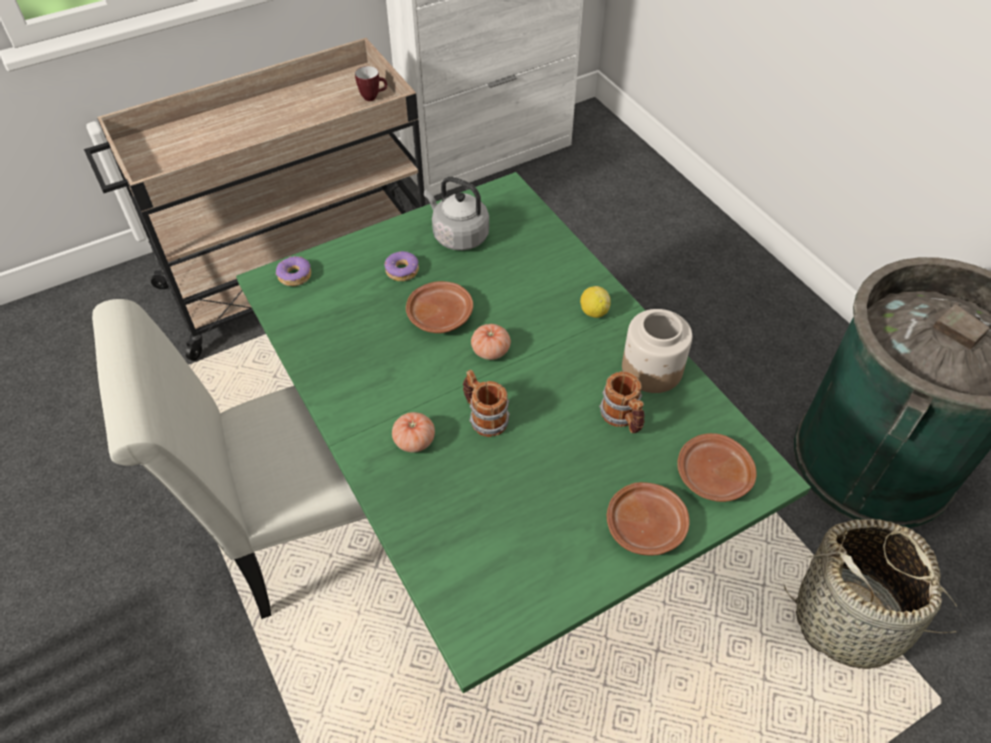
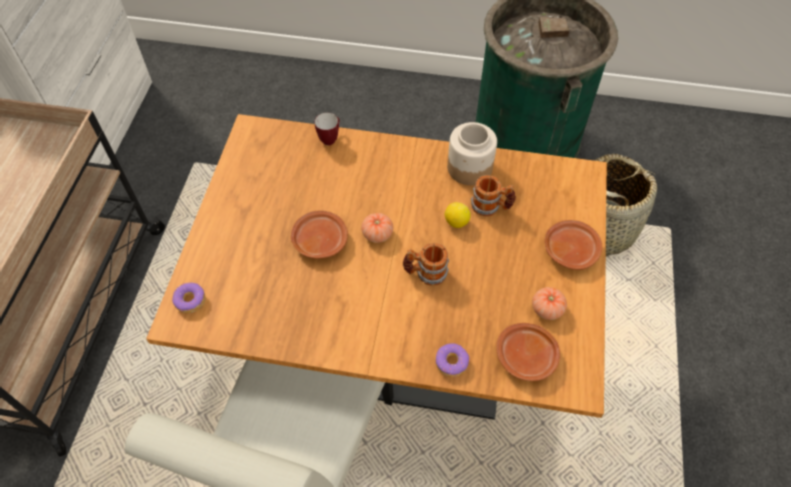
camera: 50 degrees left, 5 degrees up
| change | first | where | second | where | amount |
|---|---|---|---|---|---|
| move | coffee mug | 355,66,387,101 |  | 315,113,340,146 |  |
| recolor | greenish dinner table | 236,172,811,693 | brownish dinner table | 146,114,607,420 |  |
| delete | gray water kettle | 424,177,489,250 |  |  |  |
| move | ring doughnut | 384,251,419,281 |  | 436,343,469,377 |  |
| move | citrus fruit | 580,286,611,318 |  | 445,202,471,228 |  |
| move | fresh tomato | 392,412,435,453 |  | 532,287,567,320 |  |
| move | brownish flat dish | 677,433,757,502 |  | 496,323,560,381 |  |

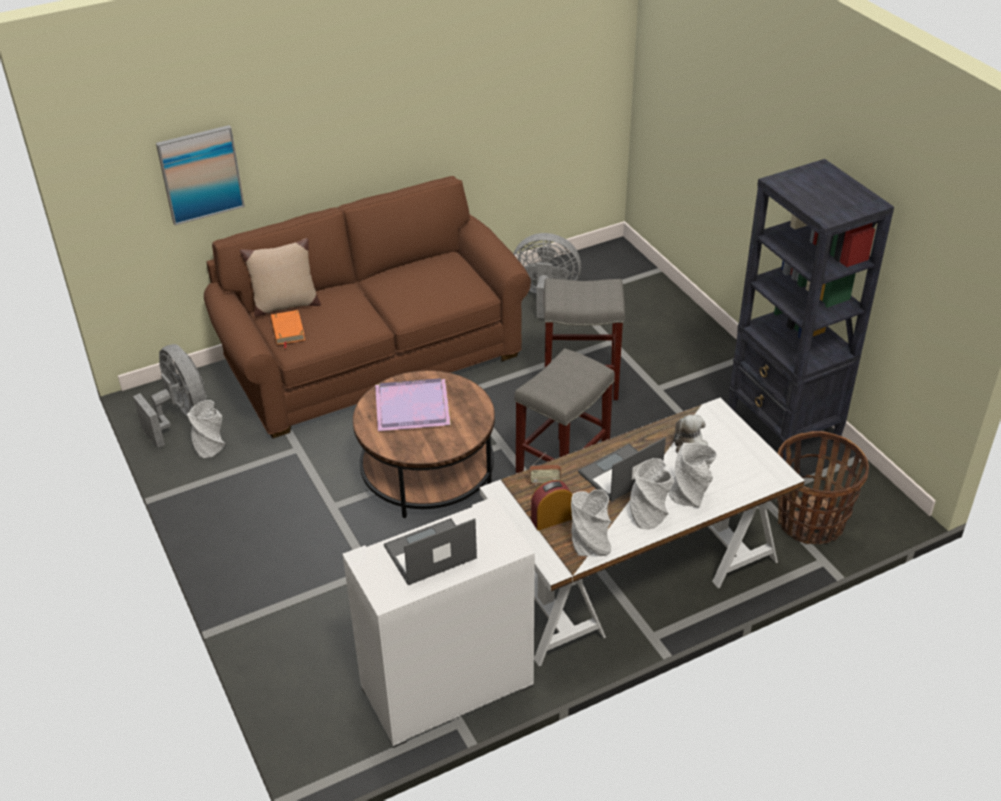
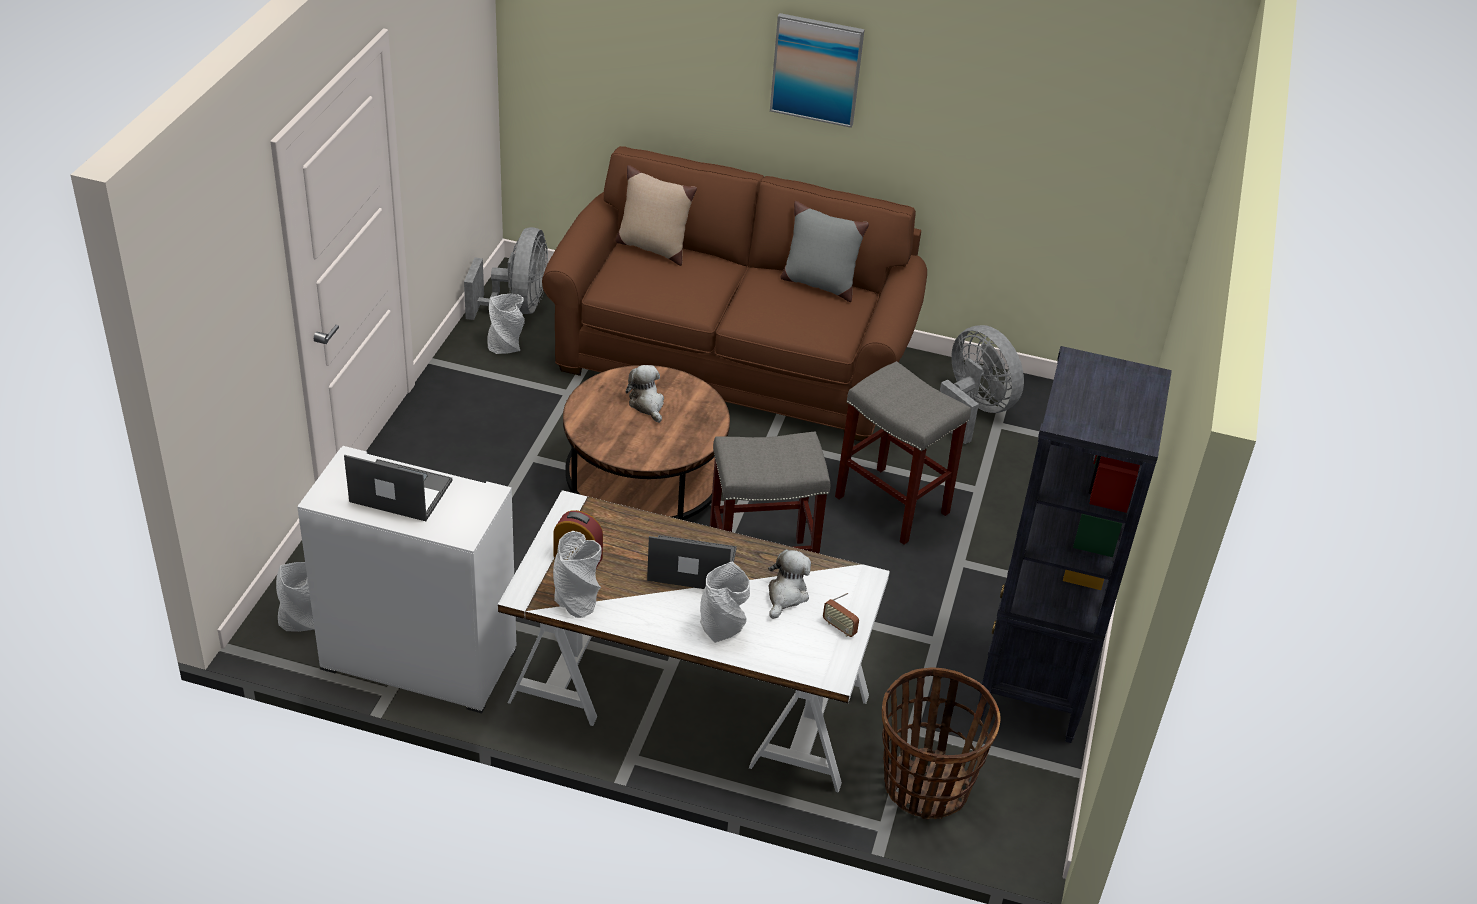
camera: 40 degrees right, 0 degrees up
| change | first | where | second | where | amount |
|---|---|---|---|---|---|
| move | wall picture | 156,125,245,225 |  | 770,13,865,128 |  |
| delete | orange book | 271,310,305,348 |  |  |  |
| replace | purple-coloured tray | 375,378,451,431 | plush toy | 626,365,664,423 |  |
| move | radio set | 529,452,561,485 |  | 823,593,859,637 |  |
| move | gray flower vase | 630,458,674,529 |  | 276,562,315,632 |  |
| insert |  |  | gray cushion | 781,201,869,302 |  |

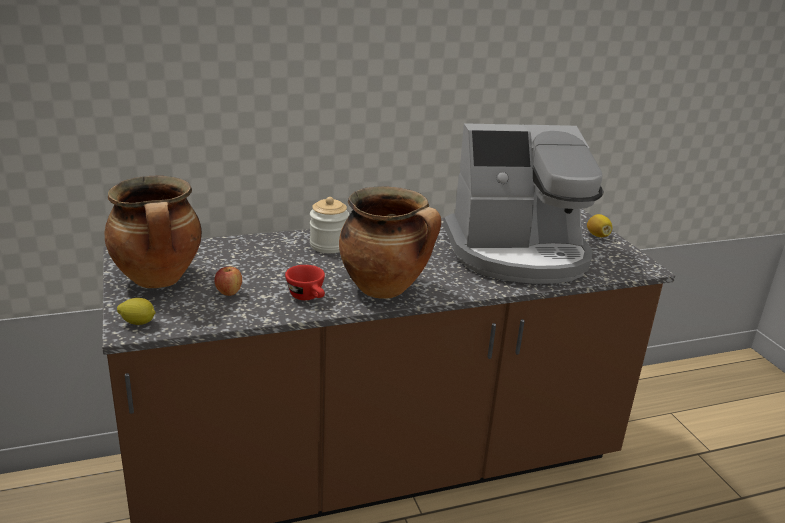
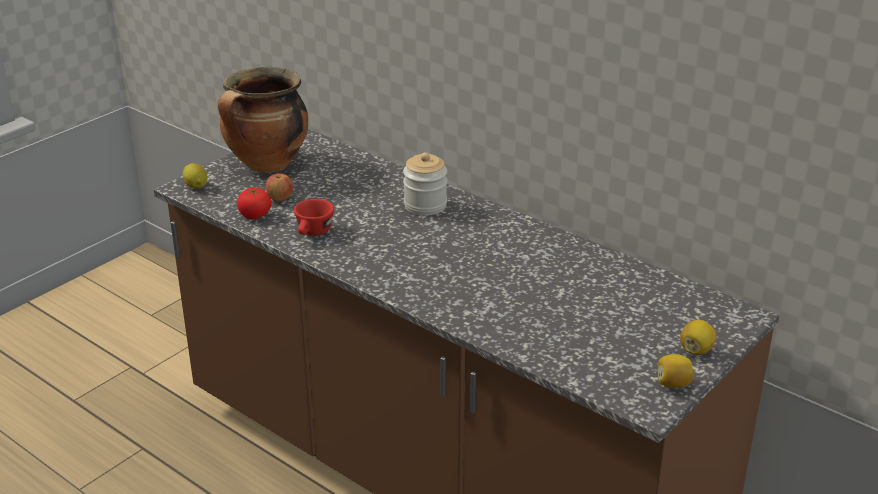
camera: 60 degrees right, 5 degrees up
| change | first | where | second | where | amount |
|---|---|---|---|---|---|
| delete | coffee maker | 444,123,604,284 |  |  |  |
| delete | cooking pot | 339,187,441,299 |  |  |  |
| insert |  |  | fresh tomato | 237,188,272,219 |  |
| insert |  |  | citrus fruit | 658,354,694,388 |  |

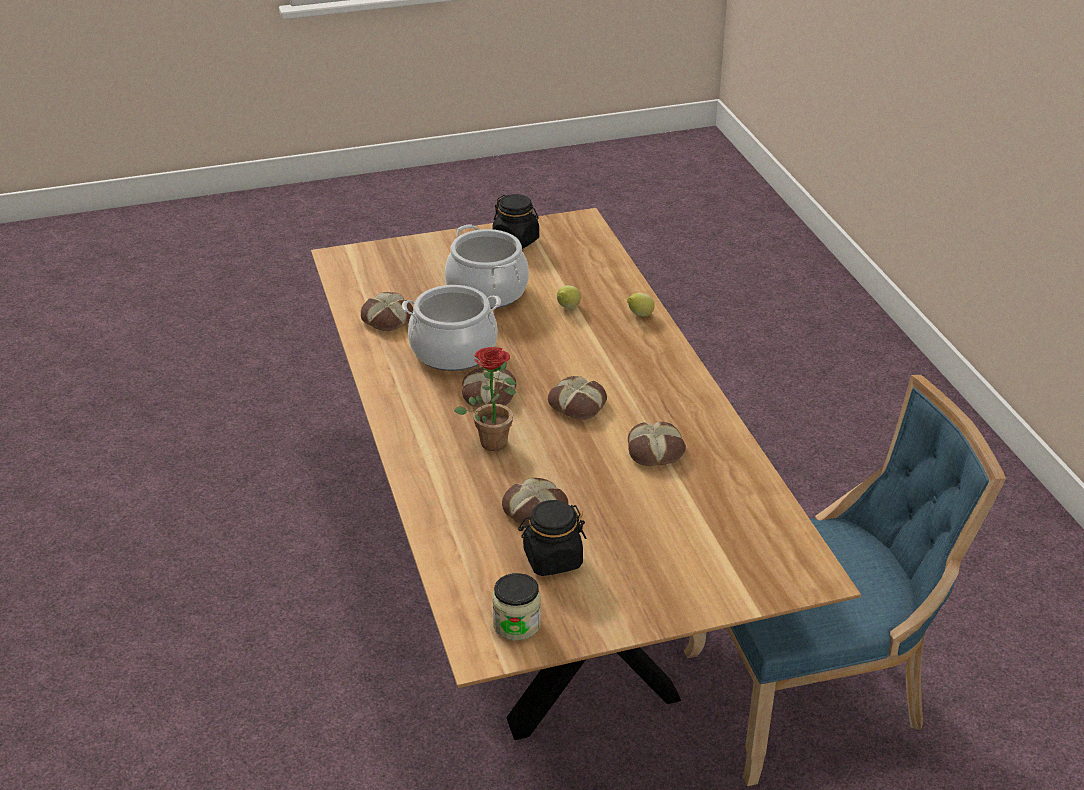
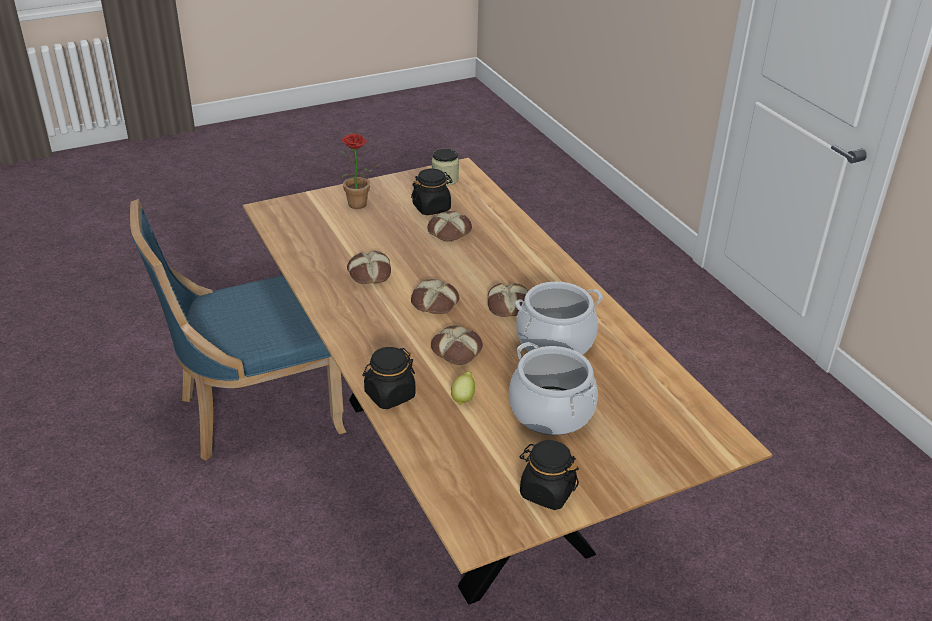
camera: 170 degrees right, 0 degrees up
| change | first | where | second | where | amount |
|---|---|---|---|---|---|
| move | bread | 361,292,413,331 |  | 431,325,483,365 |  |
| replace | citrus fruit | 627,293,654,316 | blackish preserve jar | 362,347,415,409 |  |
| move | houseplant | 454,347,516,451 |  | 341,133,380,209 |  |

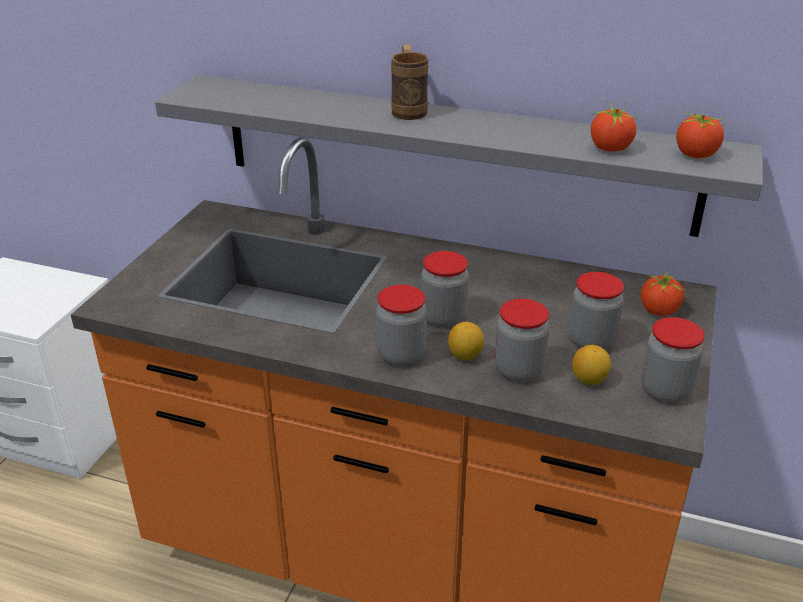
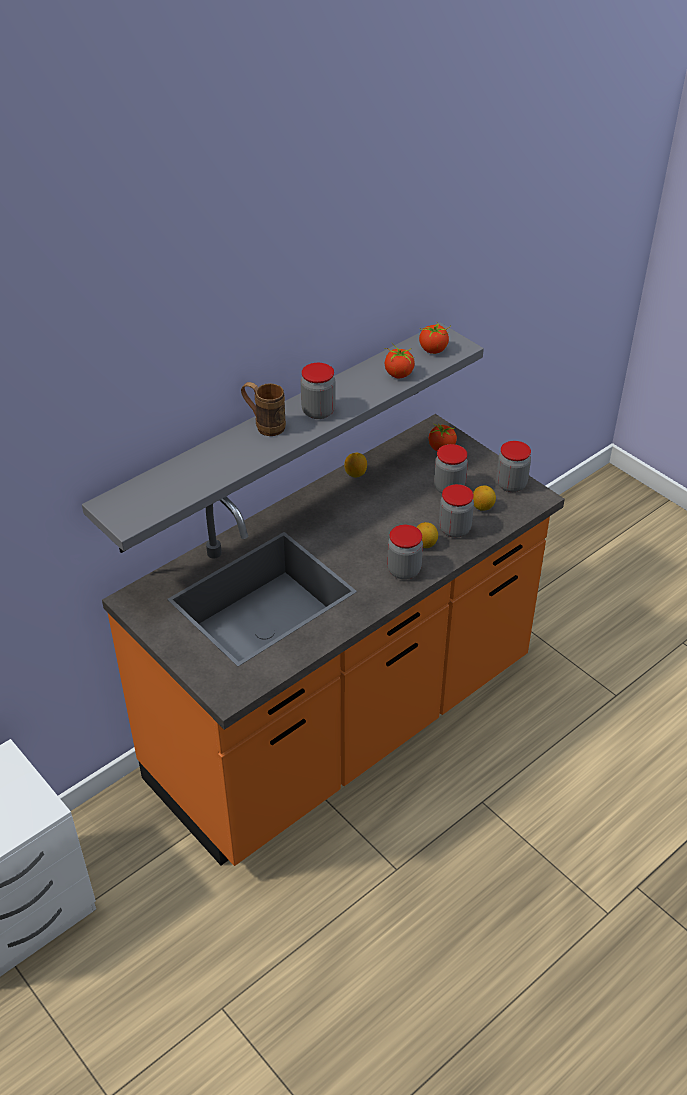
camera: 60 degrees left, 10 degrees up
| change | first | where | second | where | amount |
|---|---|---|---|---|---|
| move | preserve jar | 421,251,469,328 |  | 301,363,336,419 |  |
| insert |  |  | citrus fruit | 344,453,367,477 |  |

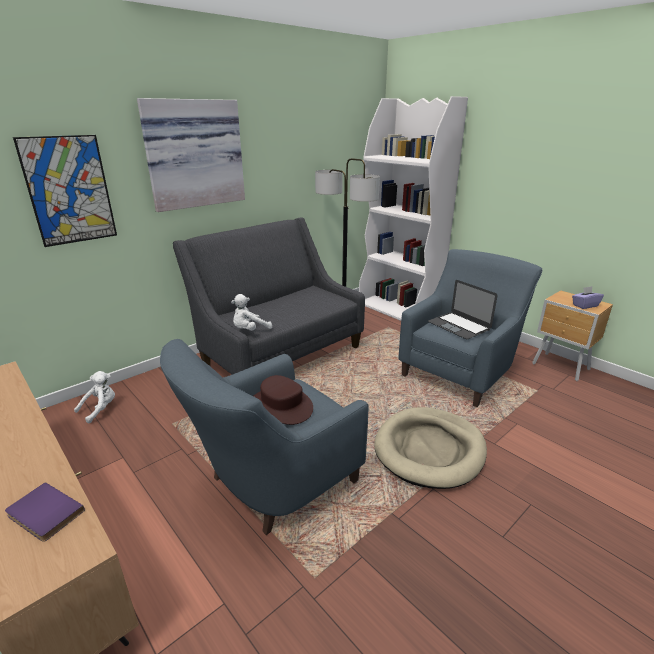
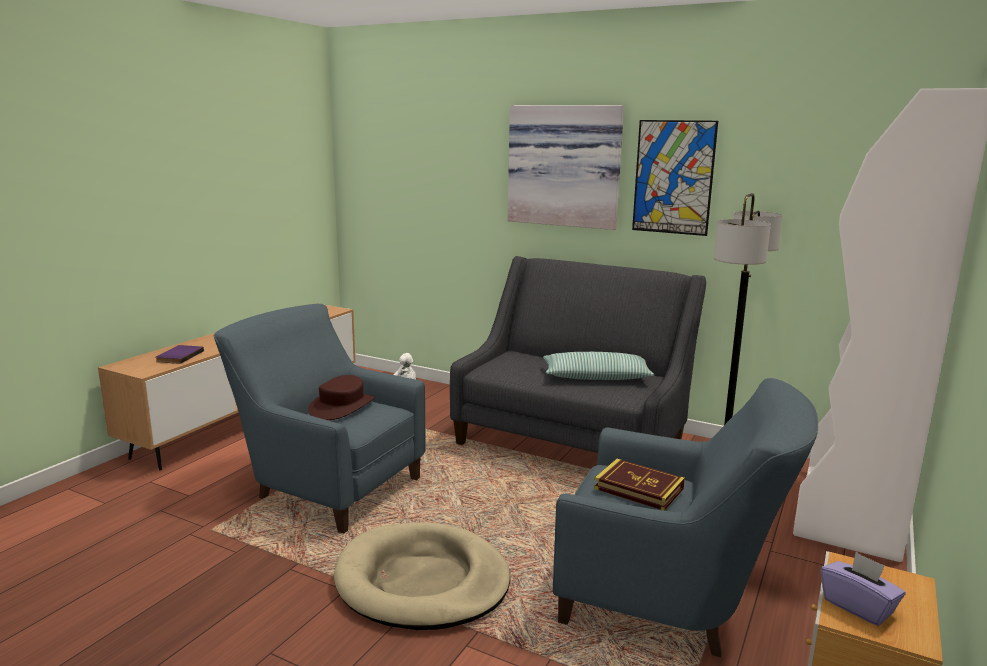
camera: 70 degrees right, 10 degrees down
| change | first | where | second | where | amount |
|---|---|---|---|---|---|
| move | wall picture | 13,135,117,247 |  | 632,120,718,236 |  |
| replace | laptop | 428,280,497,339 | book | 594,459,685,511 |  |
| delete | white-coloured plush toy | 231,294,272,331 |  |  |  |
| insert |  |  | cushion | 543,352,655,380 |  |

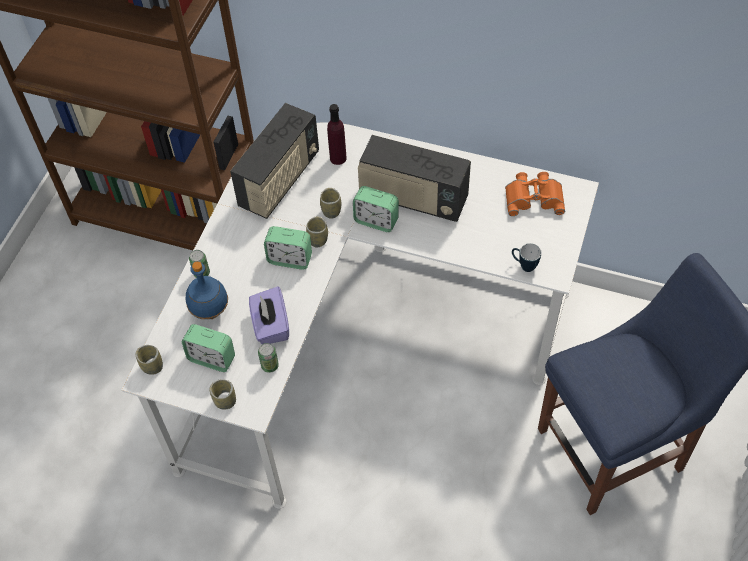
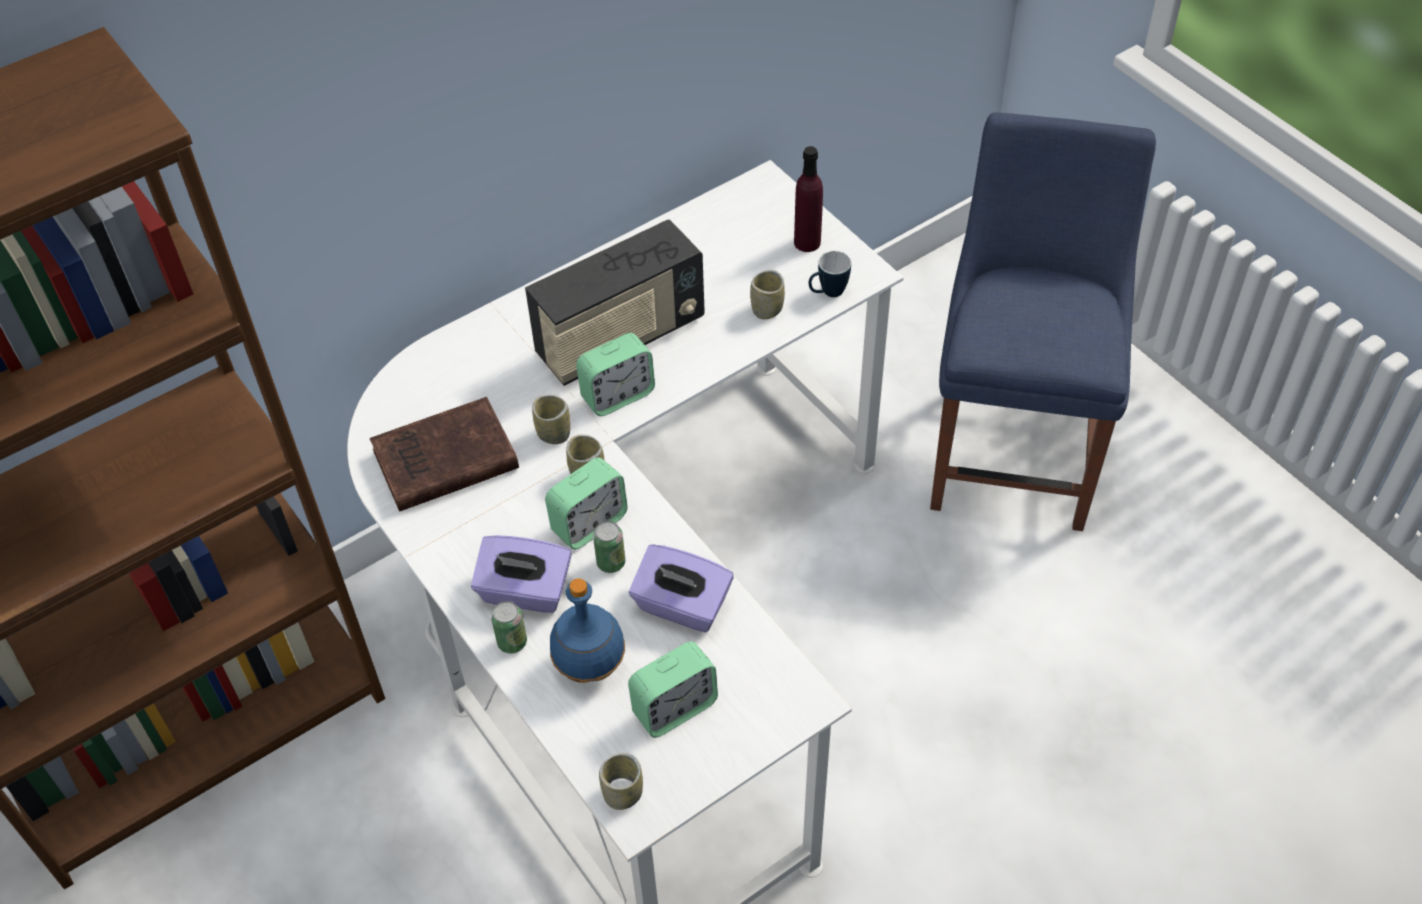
camera: 55 degrees left, 5 degrees down
| change | first | where | second | where | amount |
|---|---|---|---|---|---|
| replace | radio set | 230,103,319,219 | brownish book | 370,397,519,512 |  |
| move | purple-coloured drink bottle | 327,104,347,165 |  | 794,146,823,252 |  |
| delete | orange pair of binoculars | 505,172,565,216 |  |  |  |
| move | can | 258,343,279,373 |  | 593,521,625,573 |  |
| move | drinking cup | 210,379,236,409 |  | 750,270,785,319 |  |
| insert |  |  | purple-coloured box of tissues | 471,535,572,613 |  |

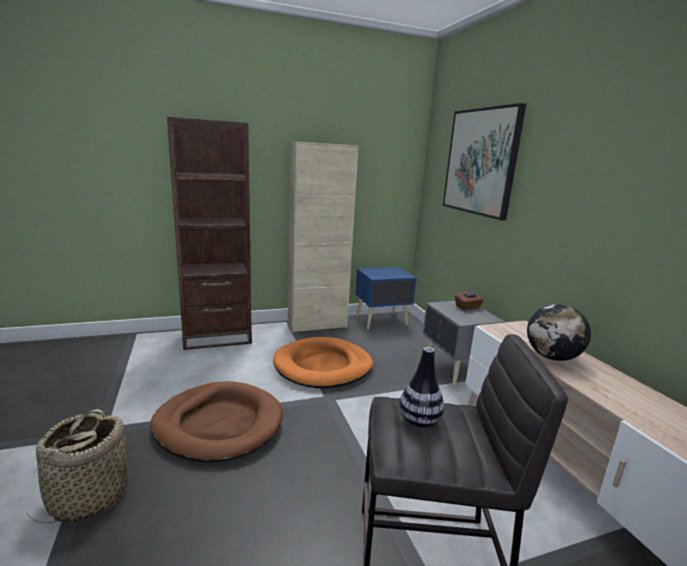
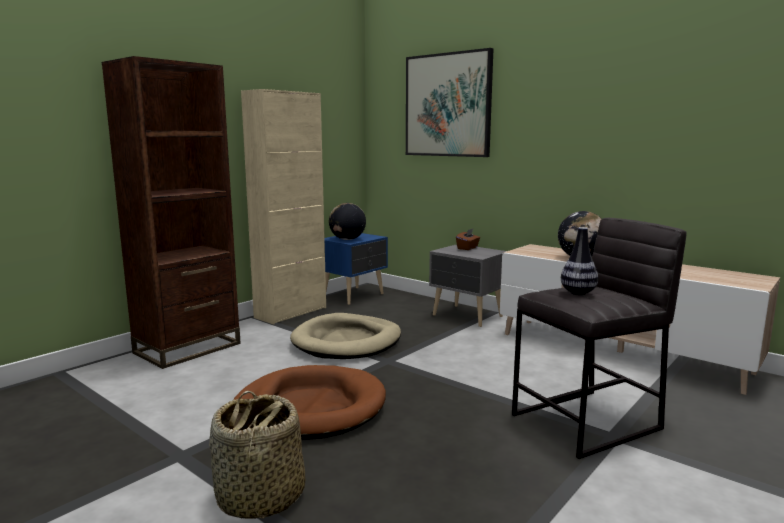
camera: 30 degrees left, 5 degrees down
| change | first | where | second | where | amount |
|---|---|---|---|---|---|
| recolor | orange dog bed | 273,337,373,388 | beige dog bed | 290,313,401,359 |  |
| insert |  |  | world globe | 329,203,366,240 |  |

